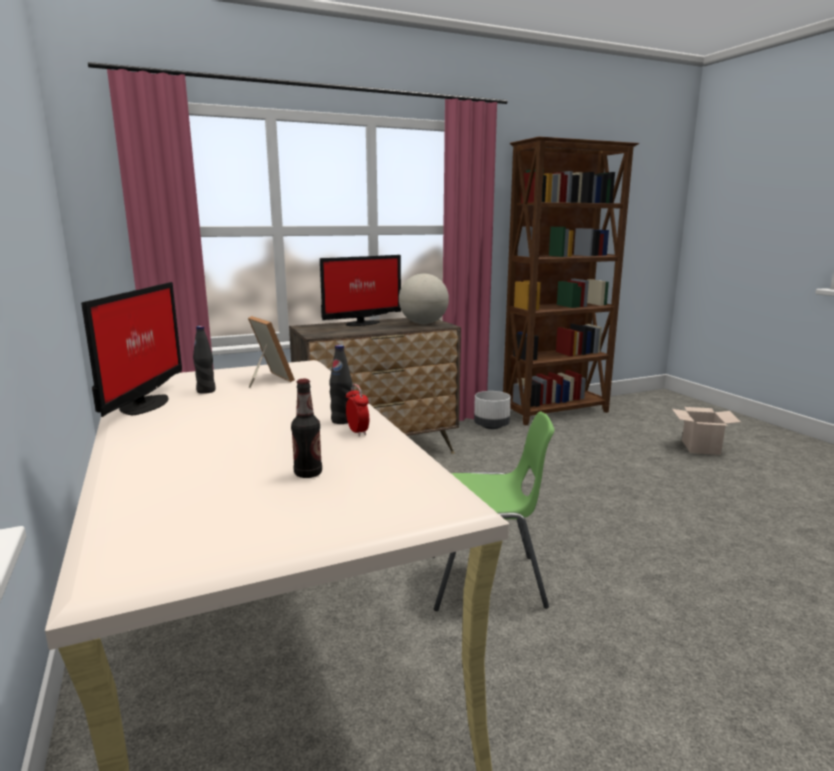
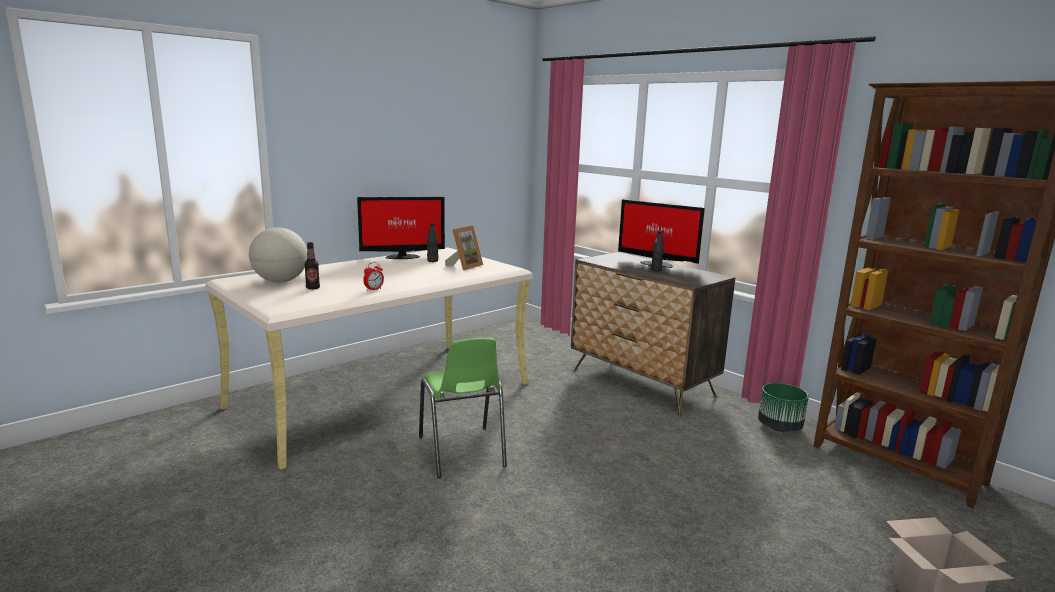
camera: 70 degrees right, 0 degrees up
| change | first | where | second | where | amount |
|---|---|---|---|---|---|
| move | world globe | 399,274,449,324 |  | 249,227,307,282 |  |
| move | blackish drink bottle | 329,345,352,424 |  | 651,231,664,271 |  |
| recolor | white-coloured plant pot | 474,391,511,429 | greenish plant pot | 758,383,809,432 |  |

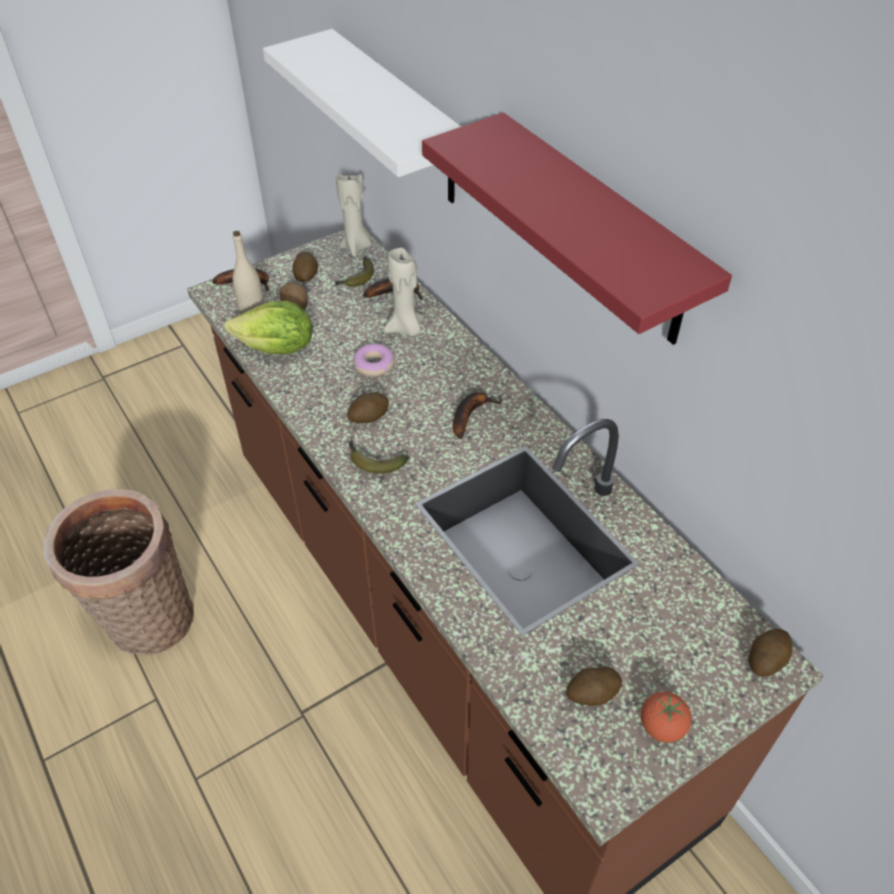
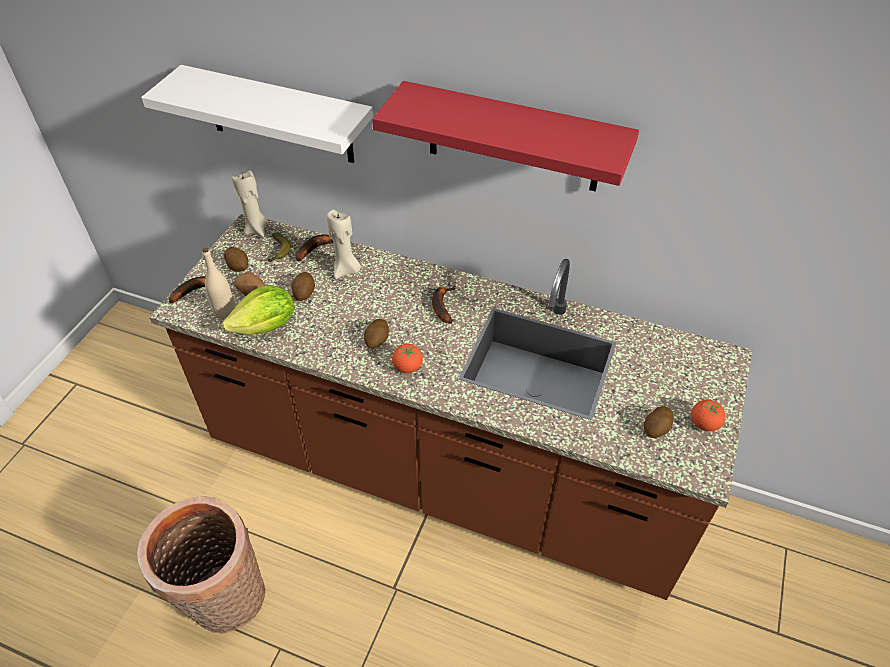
camera: 35 degrees left, 0 degrees up
| change | first | where | second | where | amount |
|---|---|---|---|---|---|
| delete | ring doughnut | 353,344,395,377 |  |  |  |
| replace | banana | 349,442,409,474 | fresh tomato | 392,344,423,373 |  |
| move | whole potato | 749,629,792,676 |  | 292,272,315,301 |  |

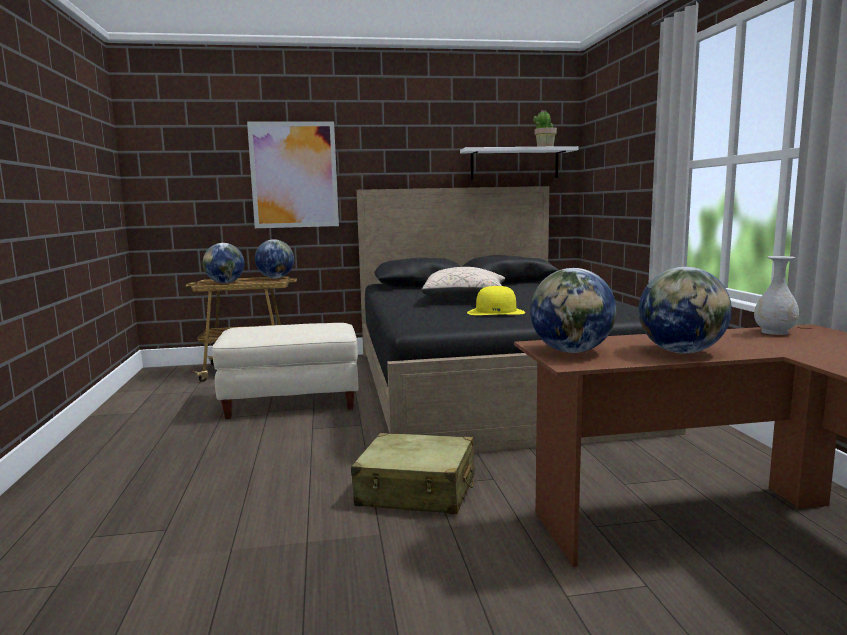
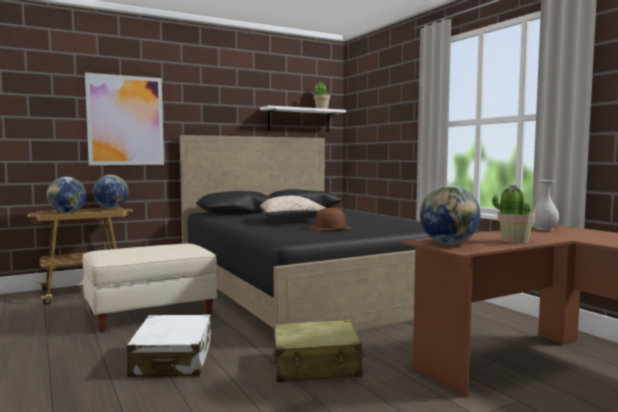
camera: 20 degrees left, 5 degrees down
| change | first | where | second | where | amount |
|---|---|---|---|---|---|
| replace | world globe | 639,267,732,353 | houseplant | 492,184,535,243 |  |
| recolor | yellowish hat | 467,286,525,315 | brownish hat | 309,208,352,230 |  |
| insert |  |  | white-coloured travel case | 127,315,211,377 |  |

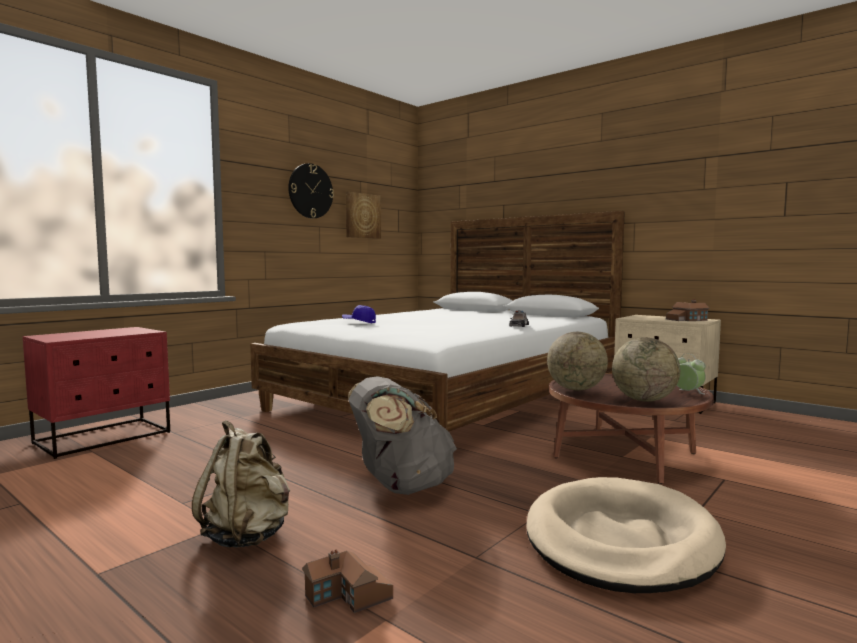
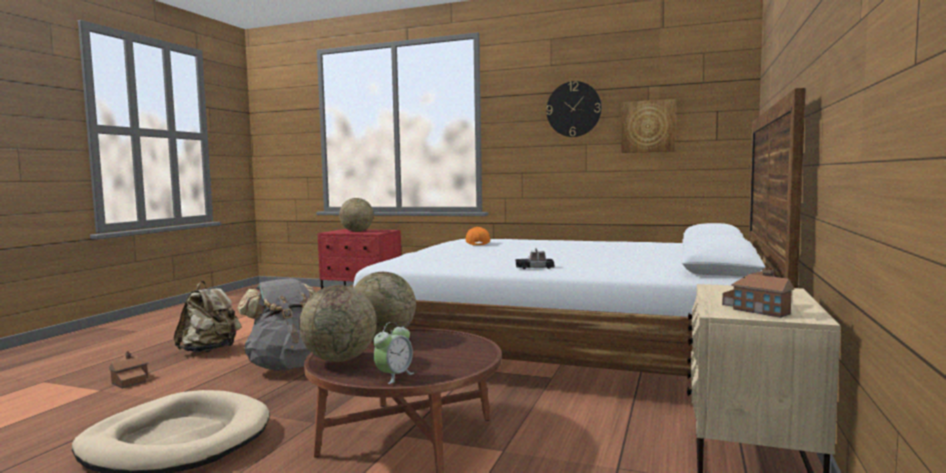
camera: 70 degrees right, 0 degrees up
| change | first | where | second | where | amount |
|---|---|---|---|---|---|
| recolor | blue-coloured baseball cap | 342,305,376,323 | orange baseball cap | 466,227,490,245 |  |
| insert |  |  | world globe | 339,198,374,232 |  |

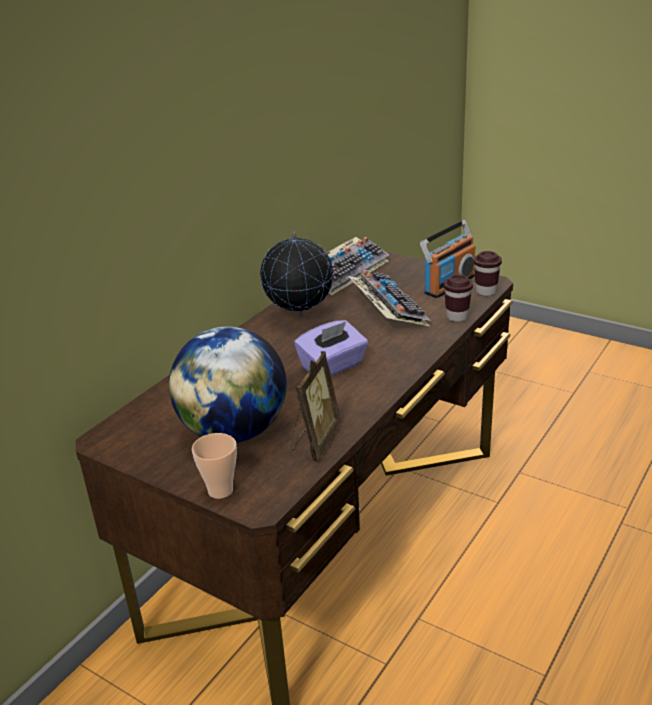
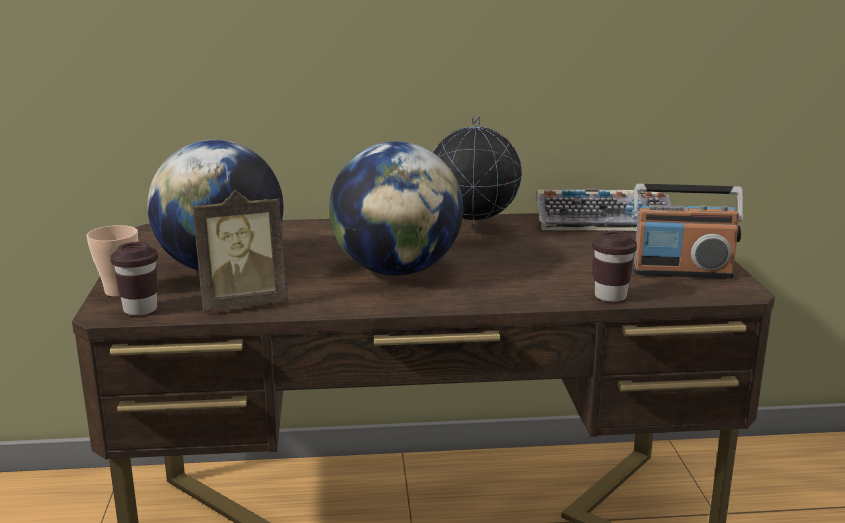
camera: 50 degrees right, 10 degrees down
| change | first | where | second | where | amount |
|---|---|---|---|---|---|
| move | brownish drinking cup | 474,251,502,296 |  | 110,242,158,316 |  |
| delete | PC keyboard | 348,270,431,326 |  |  |  |
| replace | purple-coloured box of tissues | 294,320,368,376 | world globe | 329,141,463,276 |  |

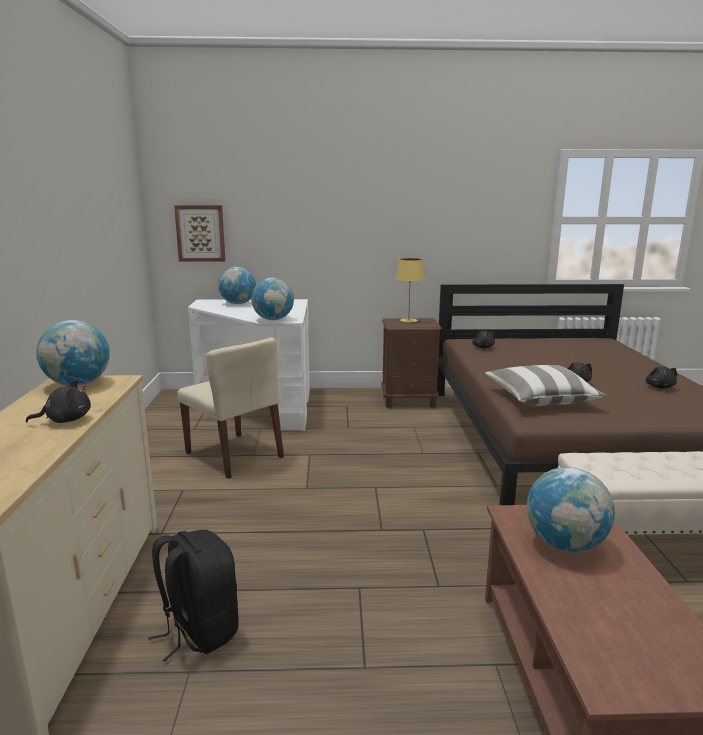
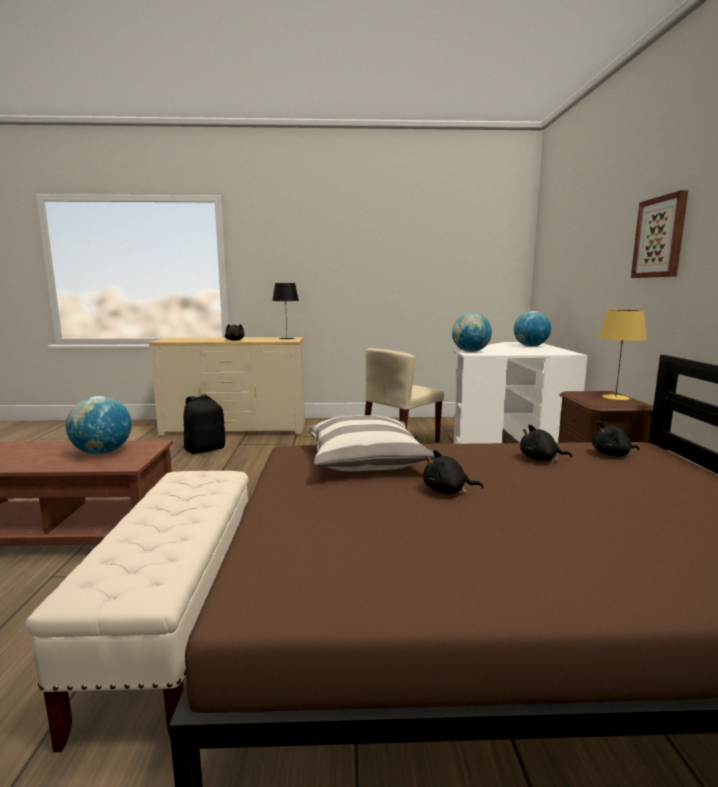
camera: 90 degrees right, 5 degrees down
| change | first | where | second | where | amount |
|---|---|---|---|---|---|
| move | wall picture | 174,205,225,262 |  | 631,190,688,278 |  |
| replace | world globe | 36,320,110,386 | blackish lamp for a table | 272,283,299,340 |  |
| move | blackish plush toy | 646,366,677,389 |  | 520,424,572,461 |  |

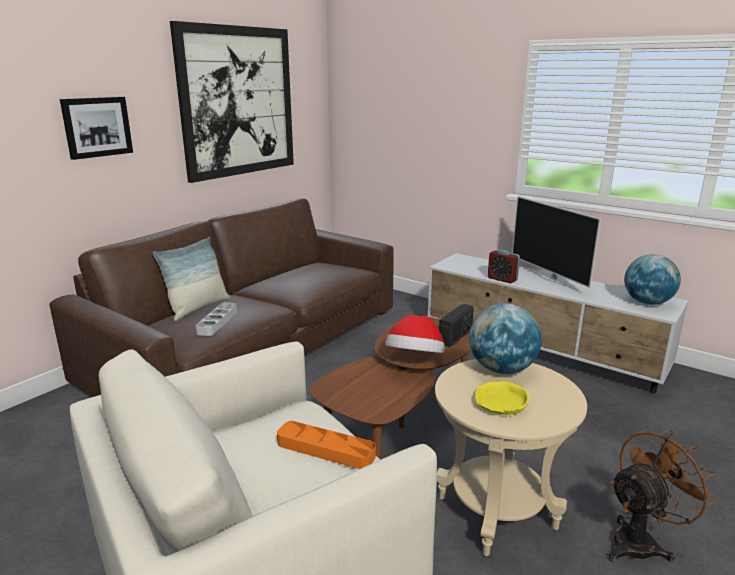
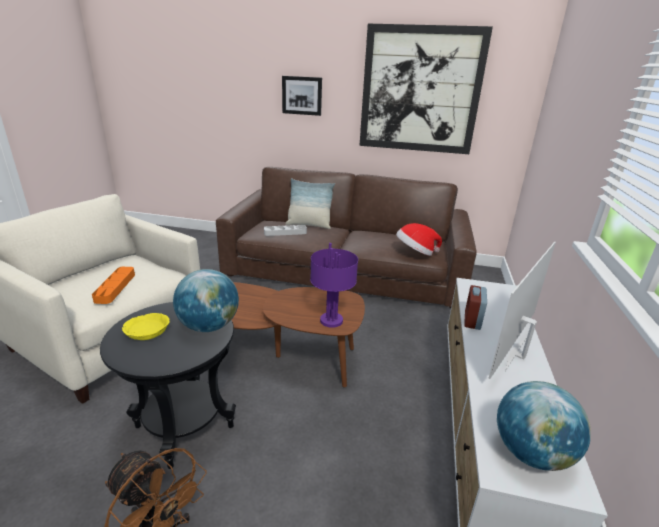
camera: 65 degrees right, 5 degrees up
| change | first | where | second | where | amount |
|---|---|---|---|---|---|
| replace | radio set | 439,304,474,347 | purple-coloured lamp for a table | 310,243,358,328 |  |
| move | hat | 385,315,445,353 |  | 396,223,442,256 |  |
| recolor | beige side table | 435,359,587,556 | blackish side table | 100,302,236,469 |  |

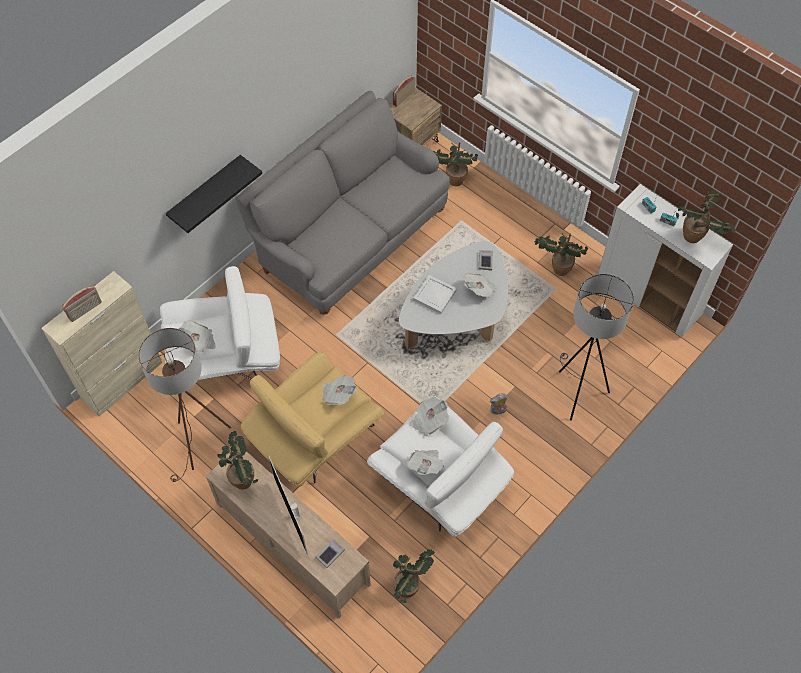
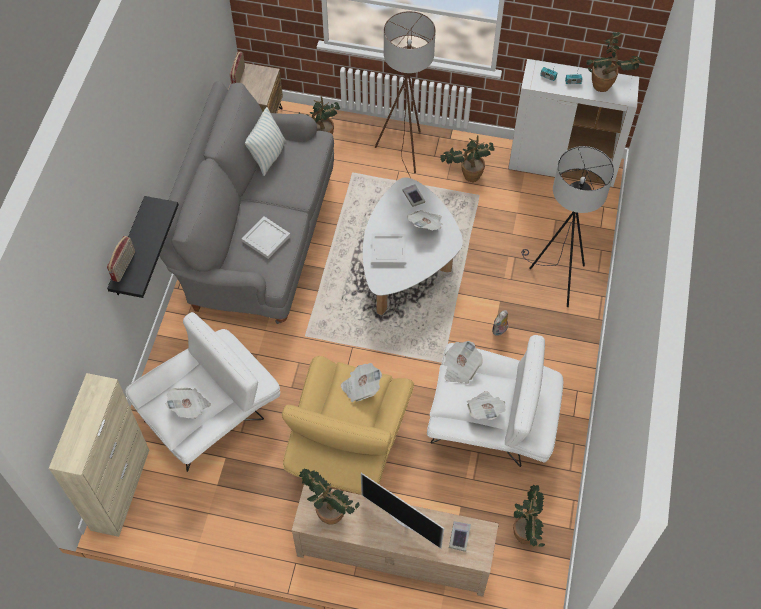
camera: 30 degrees left, 0 degrees up
| change | first | where | second | where | amount |
|---|---|---|---|---|---|
| move | radio set | 62,285,102,322 |  | 107,236,135,282 |  |
| move | brownish standing lamp | 138,328,231,482 |  | 375,11,436,178 |  |
| insert |  |  | cushion | 245,107,286,176 |  |
| insert |  |  | white-coloured tray | 242,216,291,259 |  |

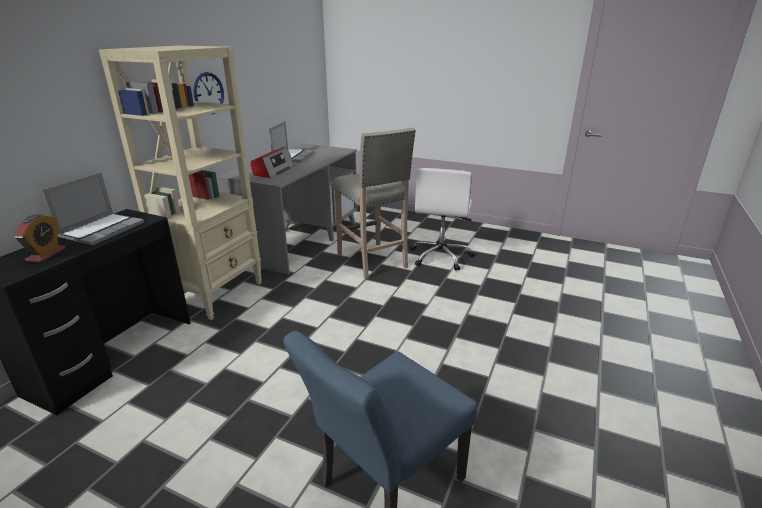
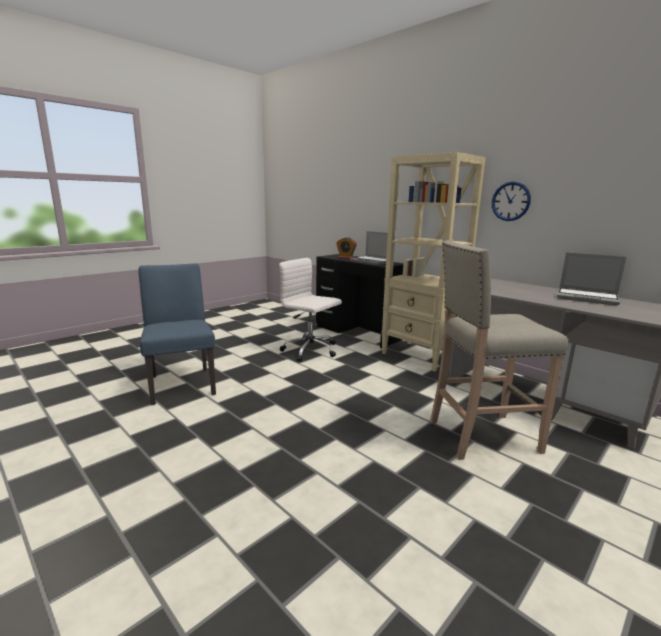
camera: 110 degrees right, 10 degrees down
| change | first | where | second | where | amount |
|---|---|---|---|---|---|
| delete | radio set | 251,146,294,178 |  |  |  |
| move | white-coloured computer chair | 410,168,475,271 |  | 279,258,342,362 |  |

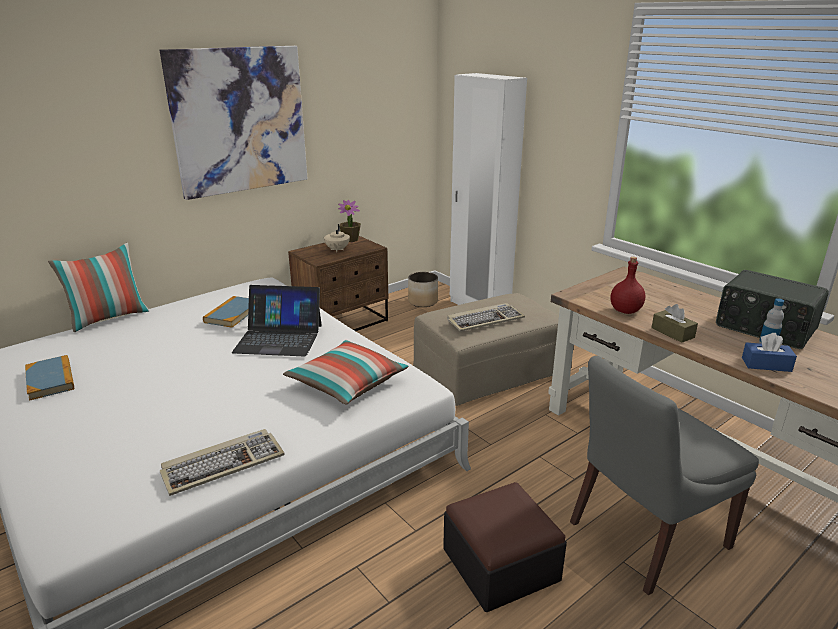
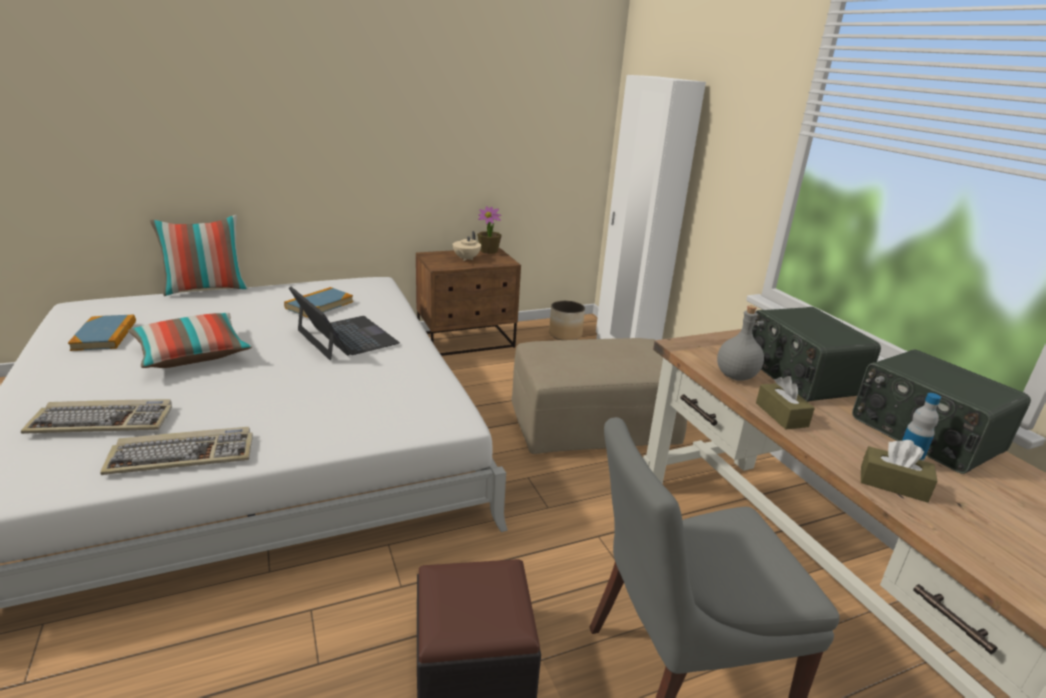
camera: 15 degrees right, 0 degrees up
| change | first | where | second | where | amount |
|---|---|---|---|---|---|
| delete | wall picture | 159,46,308,200 |  |  |  |
| recolor | reddish drink bottle | 611,257,645,314 | gray drink bottle | 717,306,764,380 |  |
| rotate | laptop | 232,285,322,357 |  | 289,287,400,360 | 150 degrees counterclockwise |
| move | PC keyboard | 447,303,525,332 |  | 21,399,172,434 |  |
| recolor | blue-coloured box of tissues | 742,333,797,372 | brownish box of tissues | 861,440,937,503 |  |
| move | cushion | 283,340,409,405 |  | 128,313,252,368 |  |
| insert |  |  | radio set | 752,307,881,402 |  |

